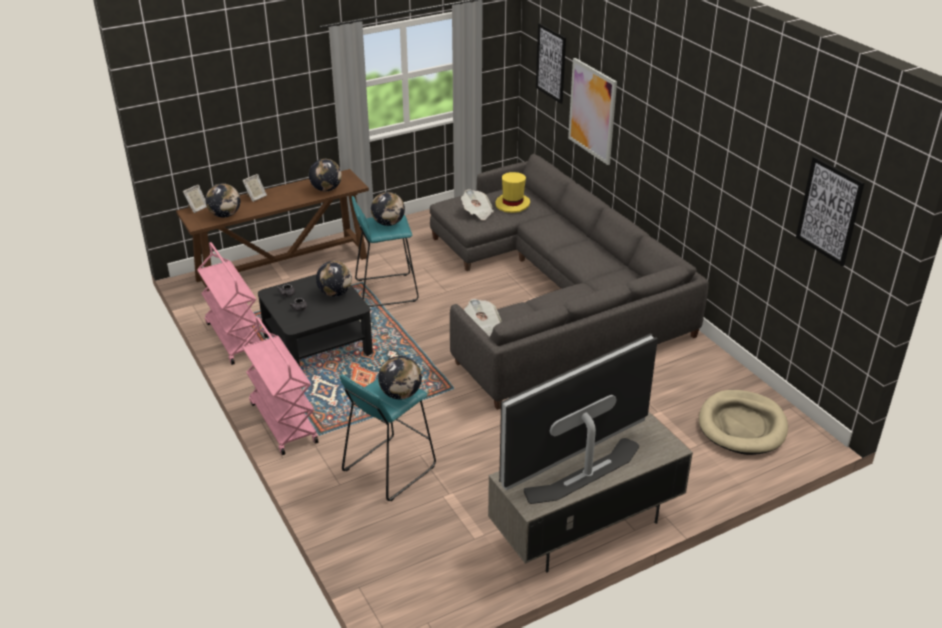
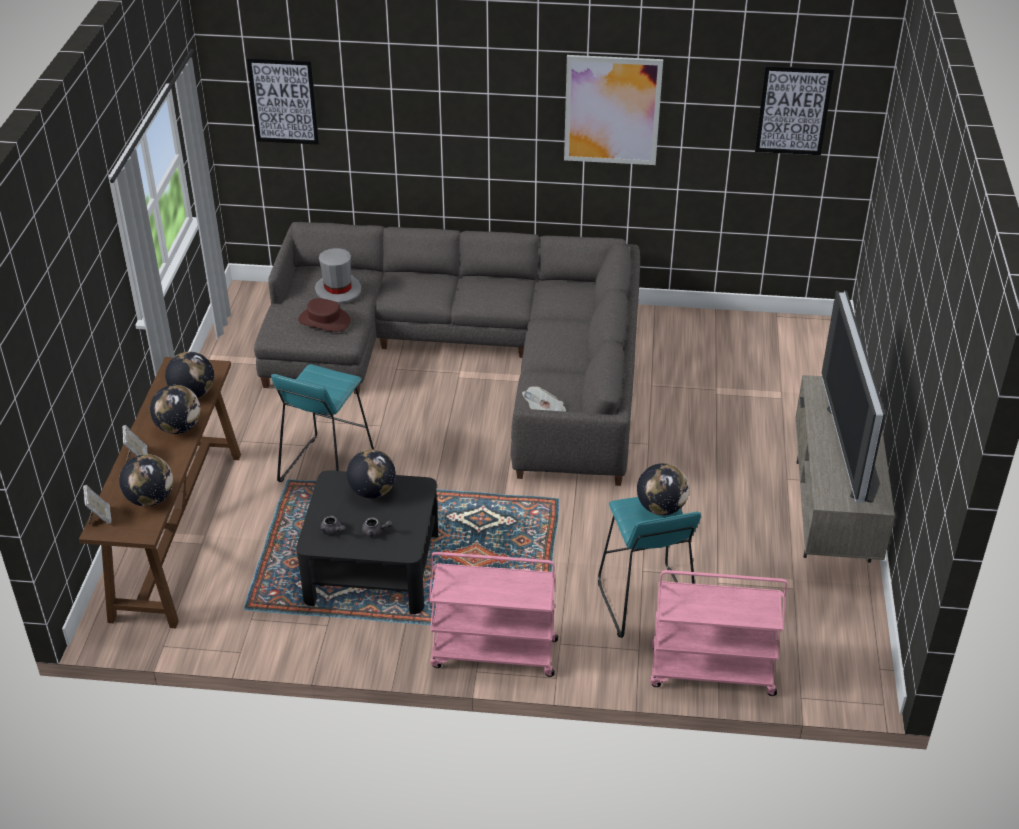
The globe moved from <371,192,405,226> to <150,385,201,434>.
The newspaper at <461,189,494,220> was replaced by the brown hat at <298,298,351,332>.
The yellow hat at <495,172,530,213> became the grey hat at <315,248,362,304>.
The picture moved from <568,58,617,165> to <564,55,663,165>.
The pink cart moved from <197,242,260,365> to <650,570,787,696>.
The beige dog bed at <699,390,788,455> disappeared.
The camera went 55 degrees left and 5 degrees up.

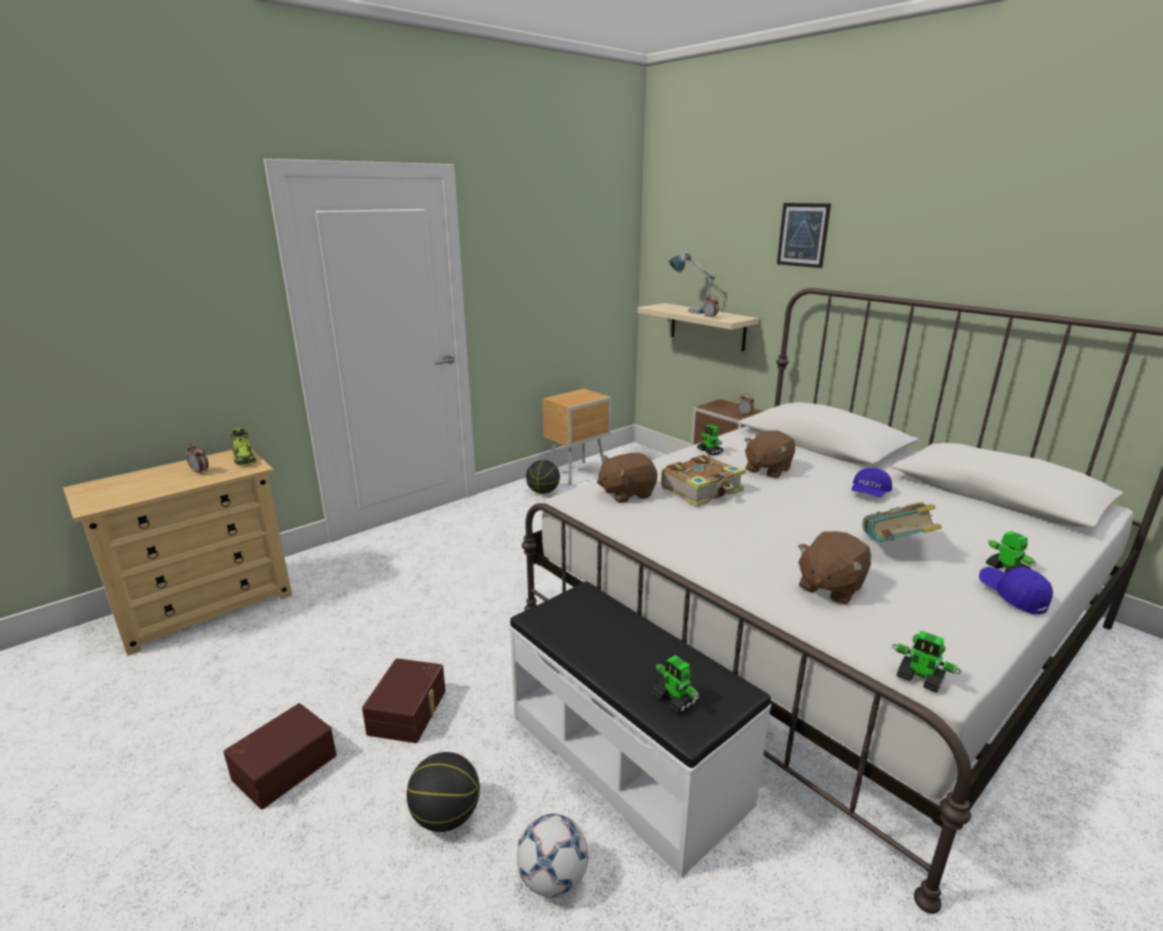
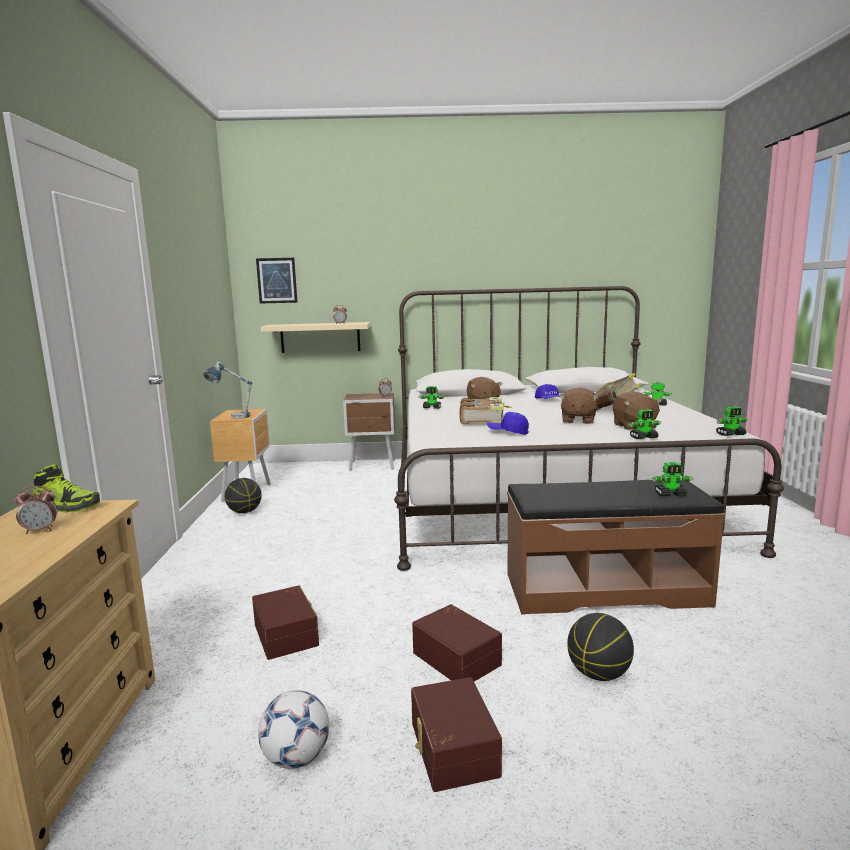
The table lamp moved from <669,251,715,314> to <203,362,253,419>.
The brown storage box at <252,585,319,660> appeared.
The picture moved from <777,203,831,268> to <256,258,298,304>.
The football moved from <517,814,588,898> to <258,690,329,769>.
The blue cap moved from <979,567,1053,615> to <487,412,529,435>.
The white bench at <509,581,771,878> became the brown bench at <507,480,725,615>.
The brown plush toy moved from <597,453,657,503> to <559,387,599,424>.
The toy robot at <629,409,661,439> appeared.
The camera went 50 degrees left and 10 degrees down.

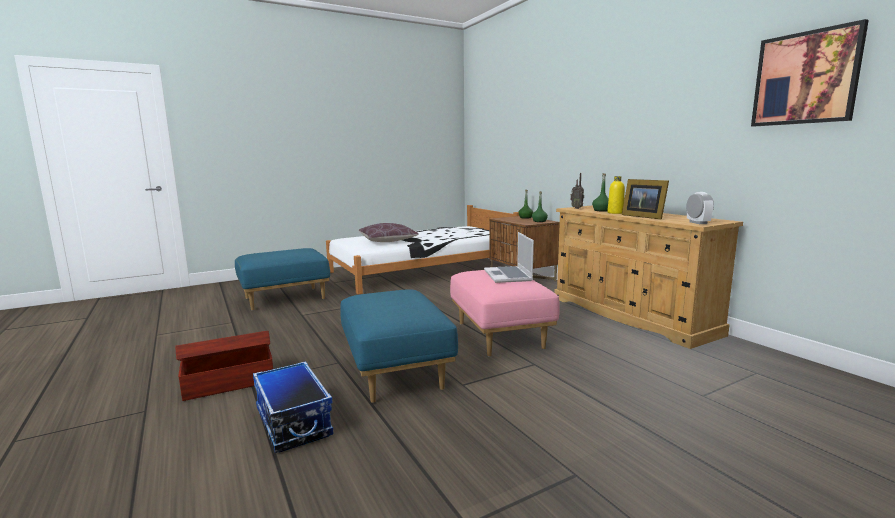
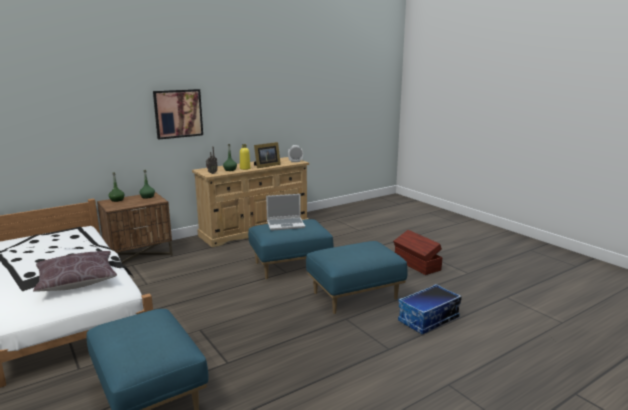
The picture moved from <751,19,869,126> to <153,89,203,140>.
The pink ottoman at <450,270,560,357> became the blue ottoman at <248,219,334,279>.
The brown storage box moved from <175,331,273,401> to <393,230,443,275>.
The camera went 95 degrees left and 5 degrees up.

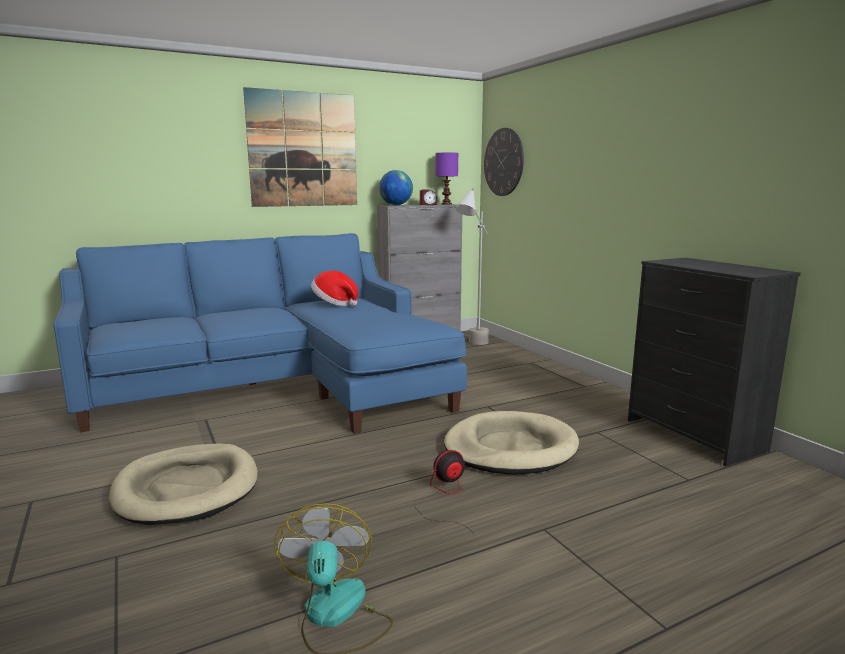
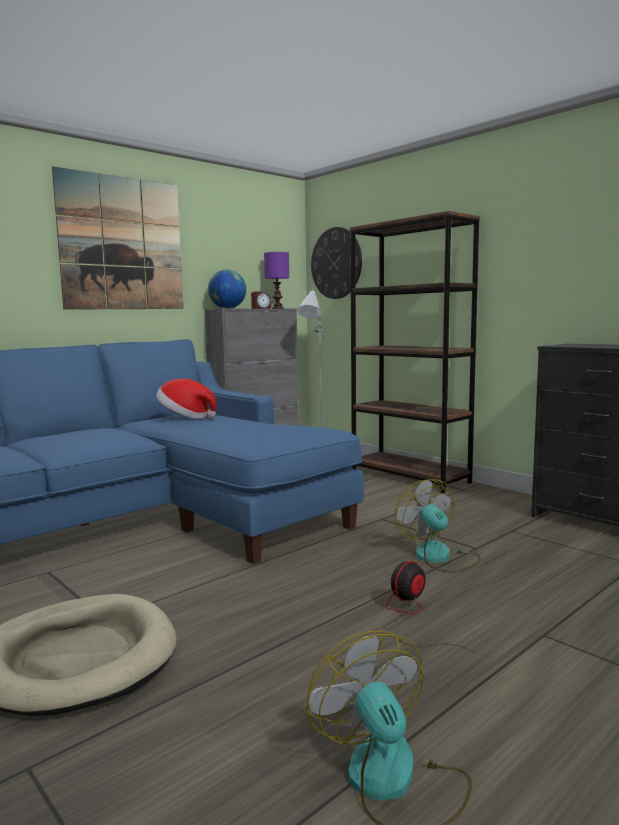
The brown bookcase at <350,211,480,493> appeared.
The beige dog bed at <444,411,579,475> was replaced by the fan at <395,479,481,572>.
The camera went 15 degrees left and 5 degrees down.

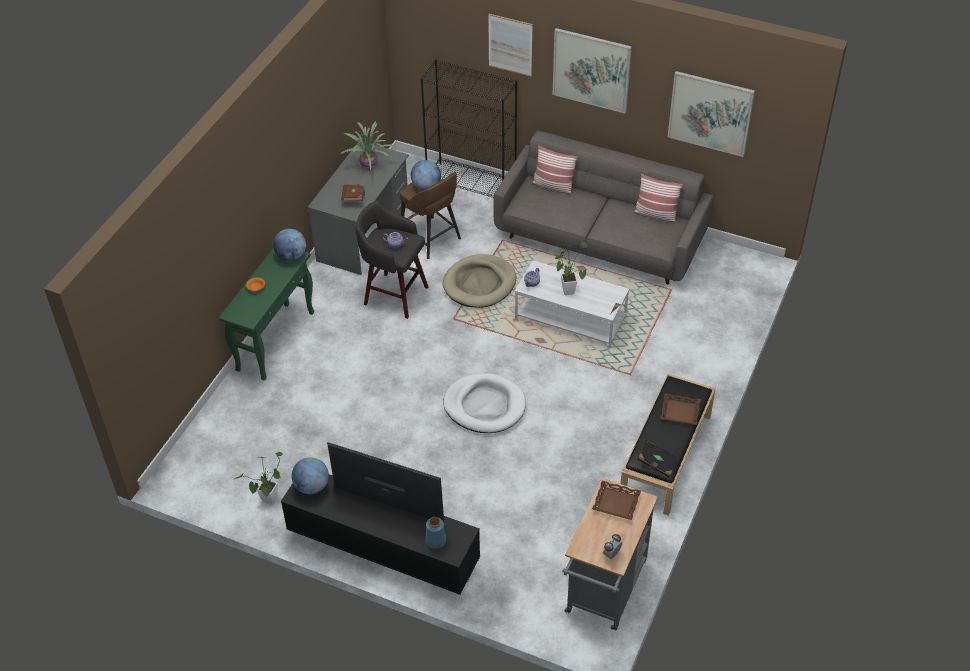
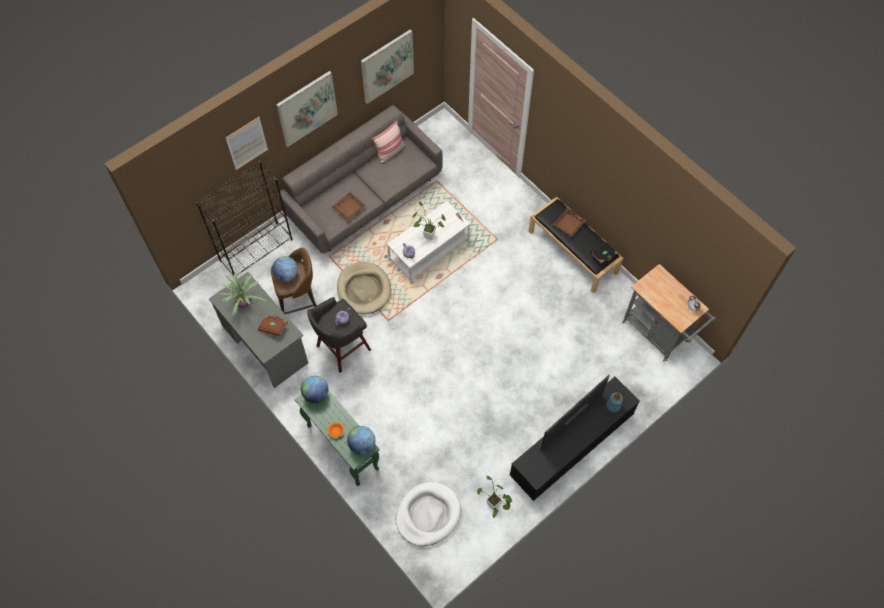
The brown tray moved from <592,481,641,520> to <332,192,366,220>.
The globe moved from <292,457,329,494> to <347,426,375,454>.
The white dog bed moved from <443,373,526,433> to <395,482,461,546>.
The pillow at <532,145,578,195> disappeared.
The camera went 65 degrees left and 15 degrees up.

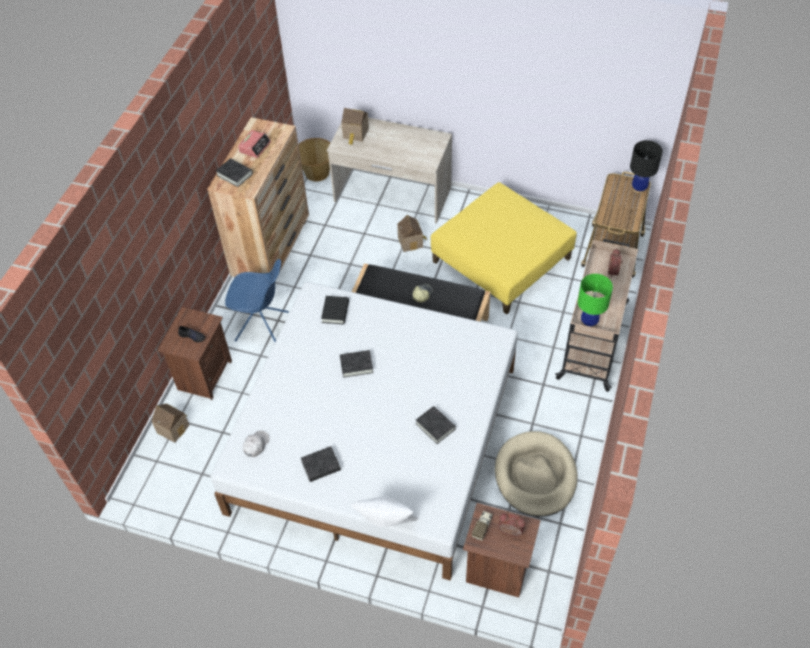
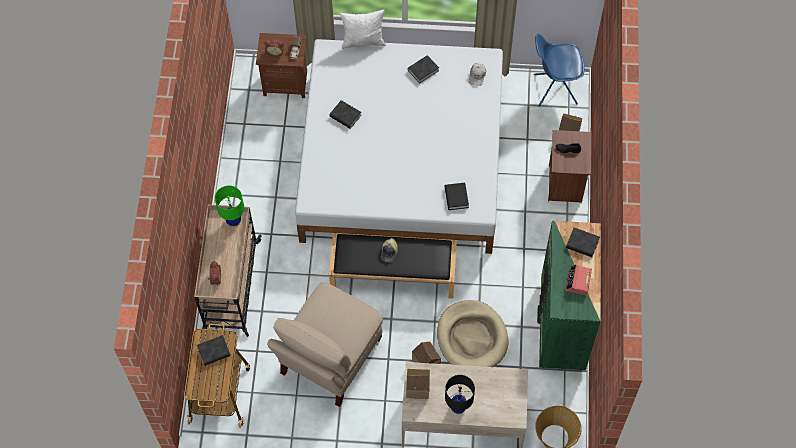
The black book moved from <340,350,373,378> to <197,335,231,366>.
The yellow ottoman at <431,182,577,314> was replaced by the beige chair at <267,282,383,407>.
The toy house moved from <341,108,369,145> to <406,369,430,399>.
The beige dog bed moved from <495,431,578,517> to <437,300,508,367>.
The black table lamp moved from <630,140,663,193> to <445,375,475,414>.
The blue chair moved from <225,259,289,342> to <534,34,585,107>.
The brown dresser at <207,117,309,278> became the green dresser at <537,221,601,370>.
The camera went 165 degrees right and 10 degrees up.

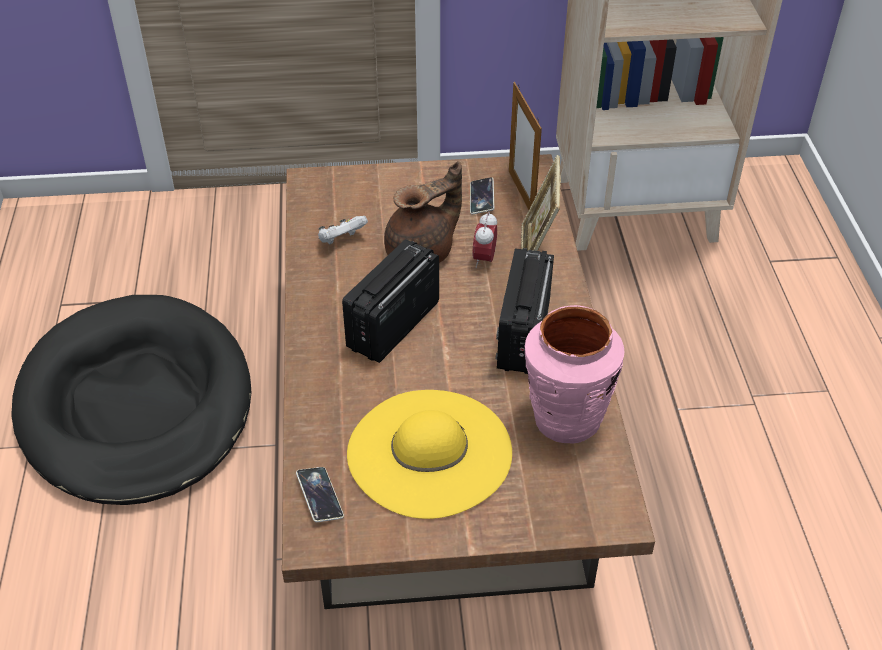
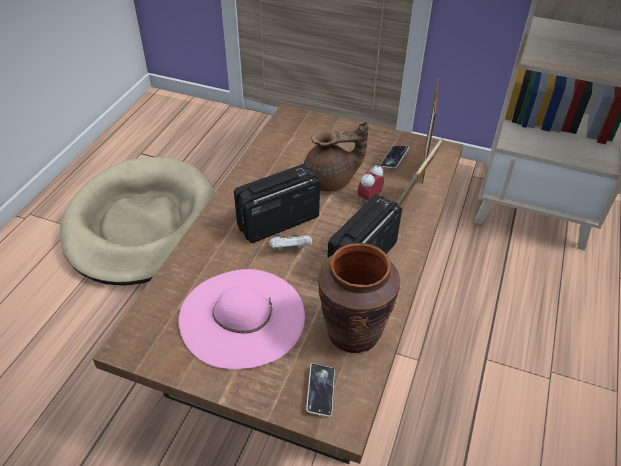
The black dog bed at <11,295,251,505> became the beige dog bed at <60,157,215,286>.
The yellow hat at <347,390,512,519> became the pink hat at <179,269,305,369>.
The white game controller moved from <318,216,368,244> to <269,234,312,251>.
The phone moved from <296,467,344,522> to <306,363,335,417>.
The pink vase at <525,305,624,443> became the brown vase at <318,243,400,353>.
The camera went 25 degrees right and 0 degrees up.

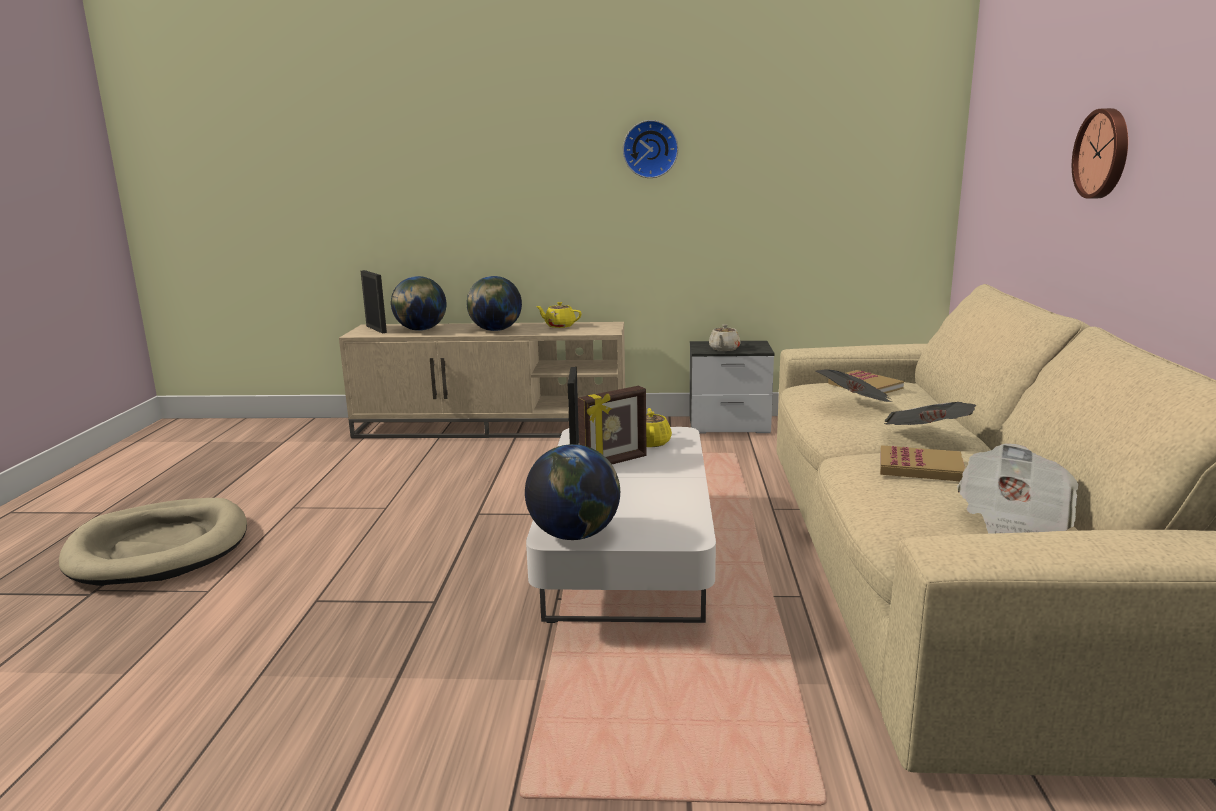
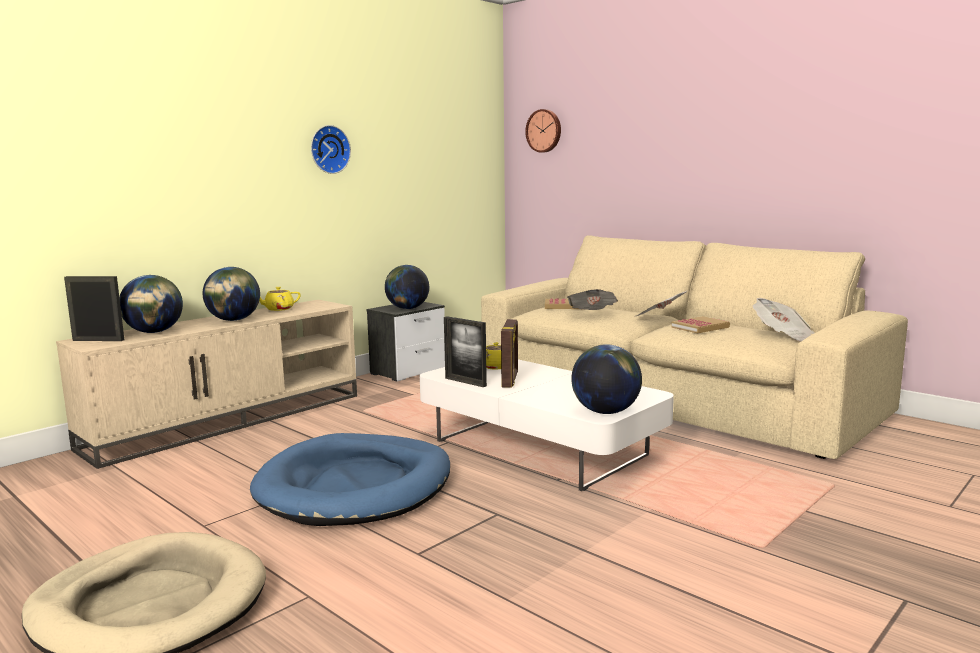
The blue dog bed at <250,433,450,526> appeared.
The beige teapot at <709,324,741,351> was replaced by the globe at <385,265,429,309>.
The wall clock moved from <1072,108,1128,199> to <525,109,561,153>.
The camera went 50 degrees left and 5 degrees down.

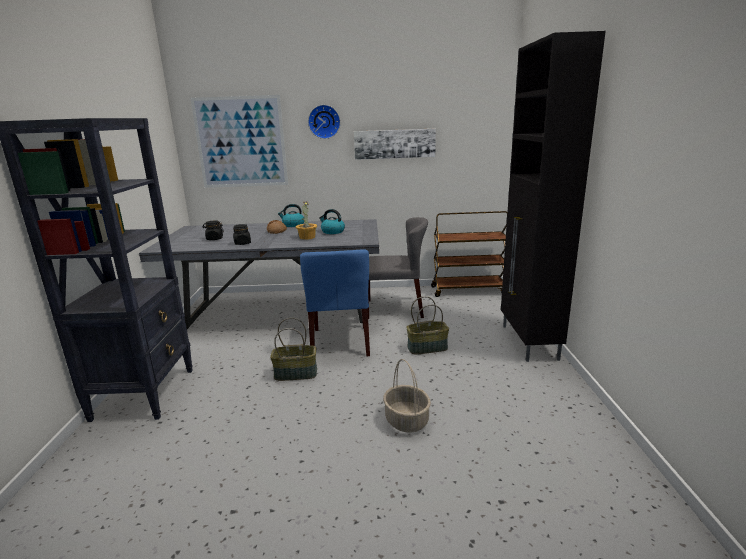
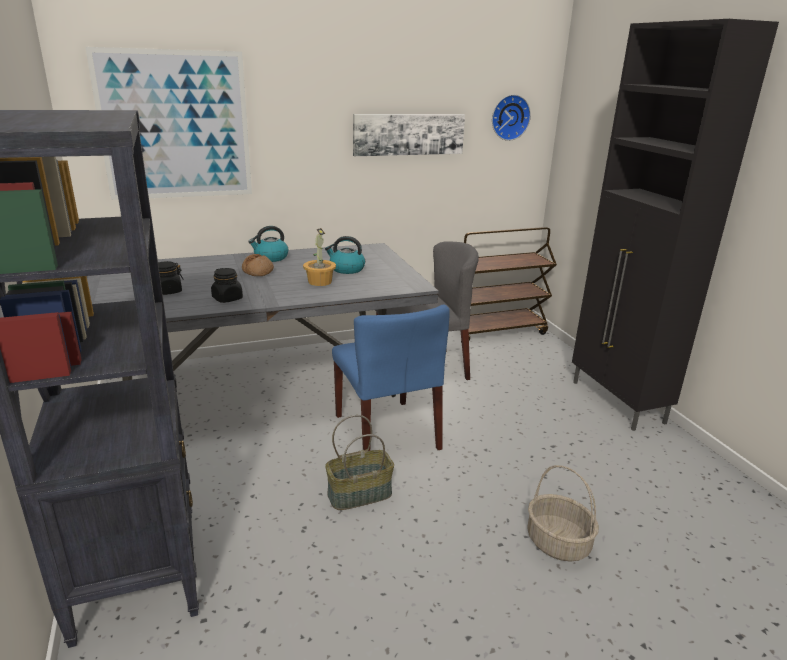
The wall clock moved from <308,105,340,139> to <492,94,531,141>.
The basket at <406,296,449,354> disappeared.
The camera went 20 degrees left and 5 degrees up.

